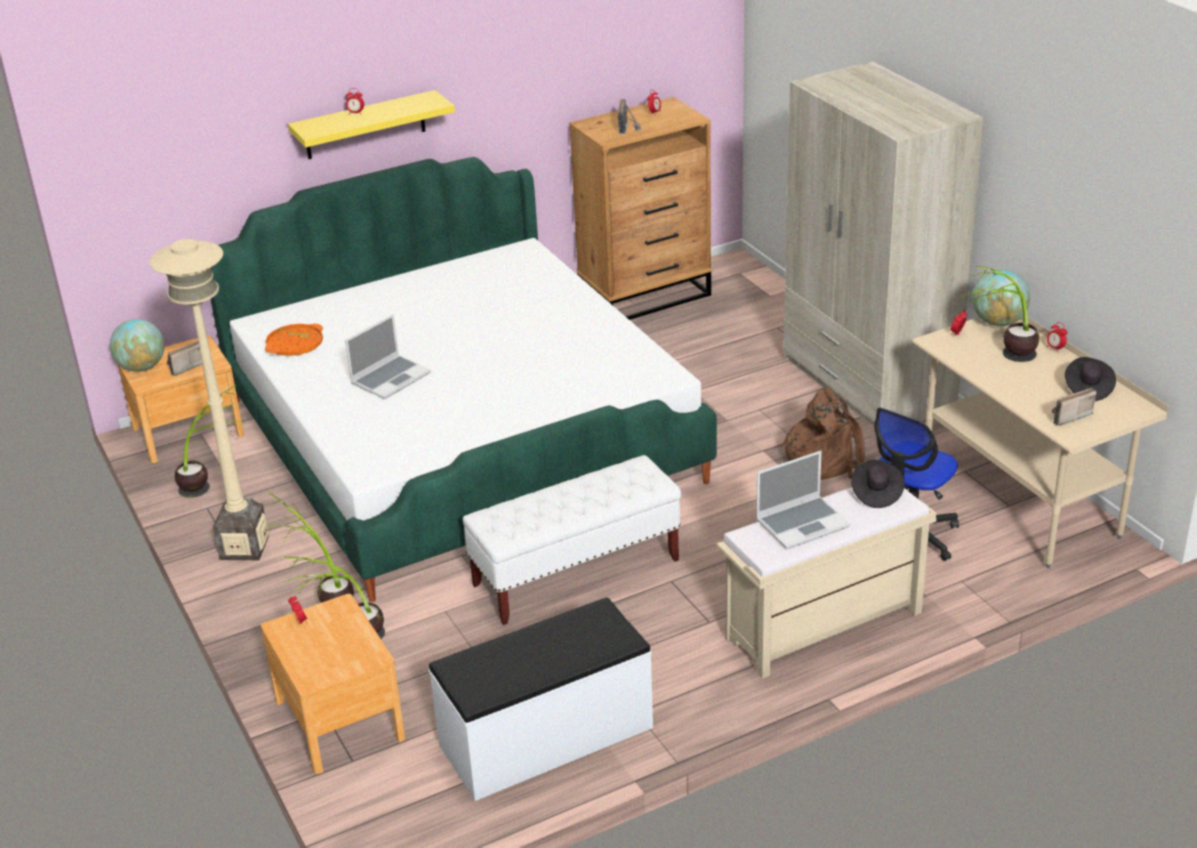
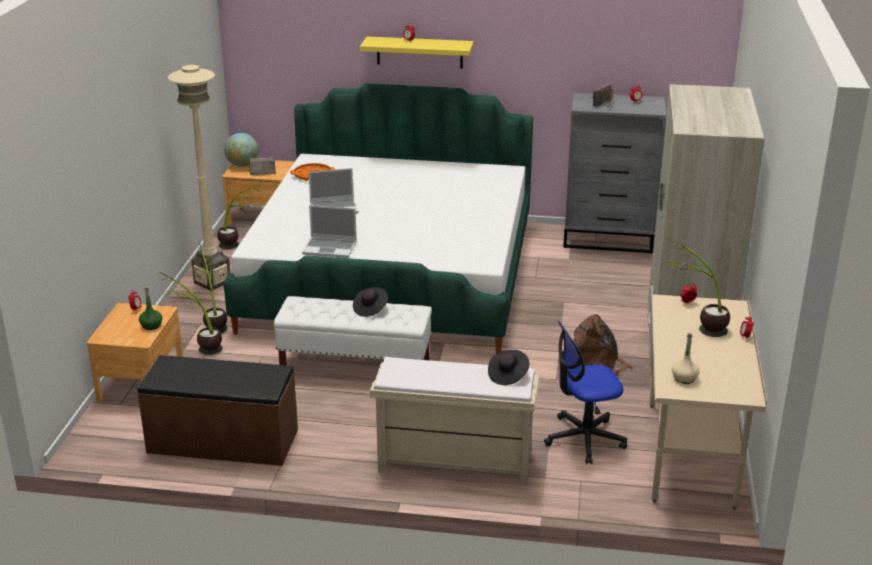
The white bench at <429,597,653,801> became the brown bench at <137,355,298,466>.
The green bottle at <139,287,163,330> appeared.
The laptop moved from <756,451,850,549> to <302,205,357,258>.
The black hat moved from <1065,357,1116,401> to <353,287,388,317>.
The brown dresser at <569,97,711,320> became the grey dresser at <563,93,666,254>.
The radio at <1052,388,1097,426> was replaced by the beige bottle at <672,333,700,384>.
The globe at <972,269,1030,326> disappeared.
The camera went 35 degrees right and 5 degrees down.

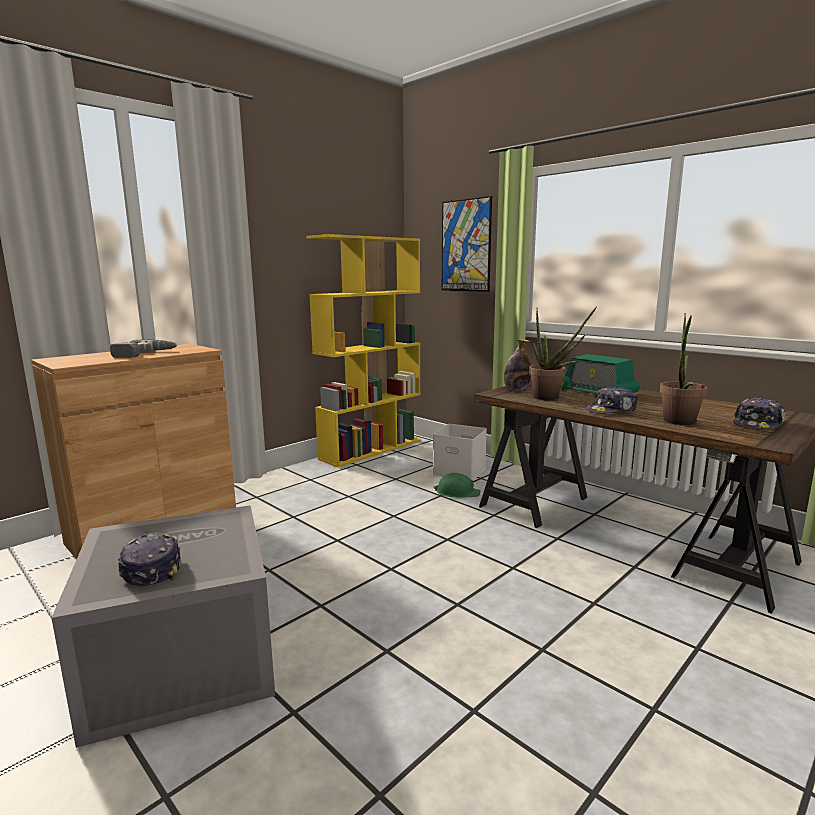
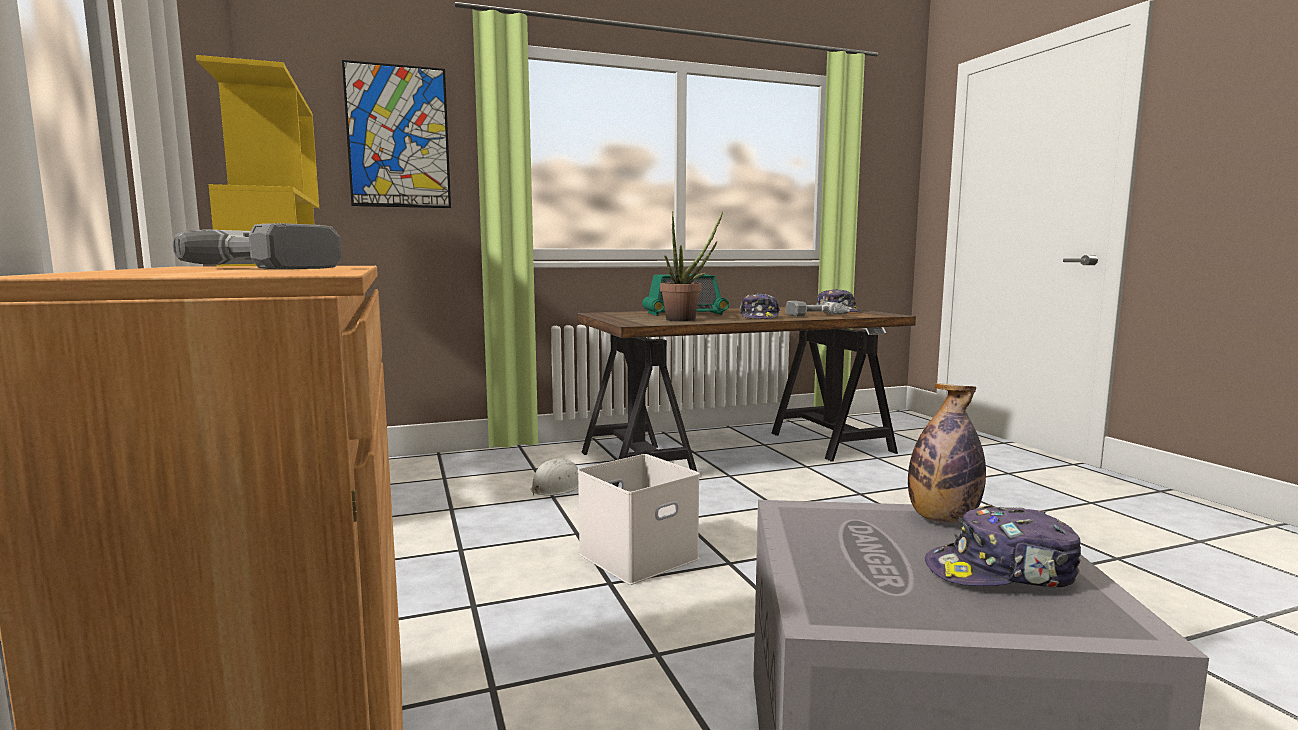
The green hard hat at <434,473,481,497> became the white hard hat at <531,459,578,496>.
The white storage box moved from <433,424,487,481> to <578,454,700,585>.
The potted plant at <660,313,707,425> was replaced by the power drill at <786,301,850,316>.
The bottle moved from <504,339,531,391> to <908,383,986,523>.
The camera went 65 degrees left and 5 degrees down.

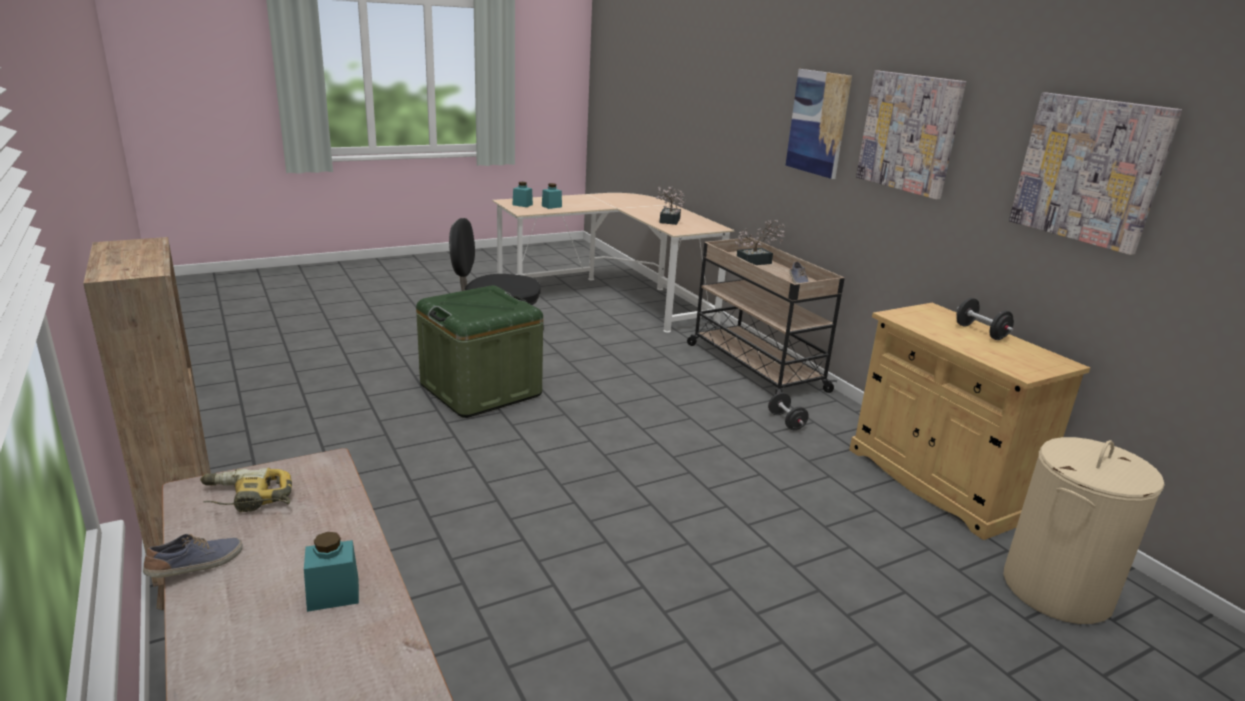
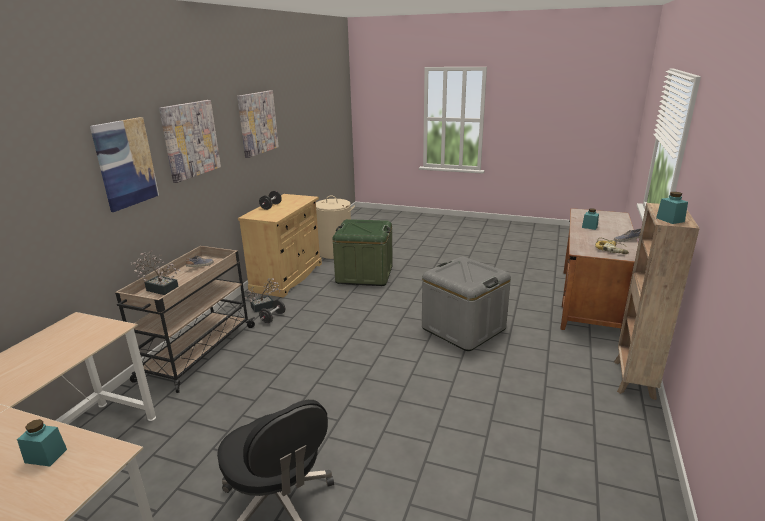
The potted plant moved from <656,186,687,225> to <245,278,280,312>.
The green storage box moved from <416,285,543,418> to <333,219,393,286>.
The grey storage box at <422,256,511,351> appeared.
The turquoise jar moved from <512,182,533,207> to <656,192,688,224>.
The camera went 130 degrees left and 0 degrees up.

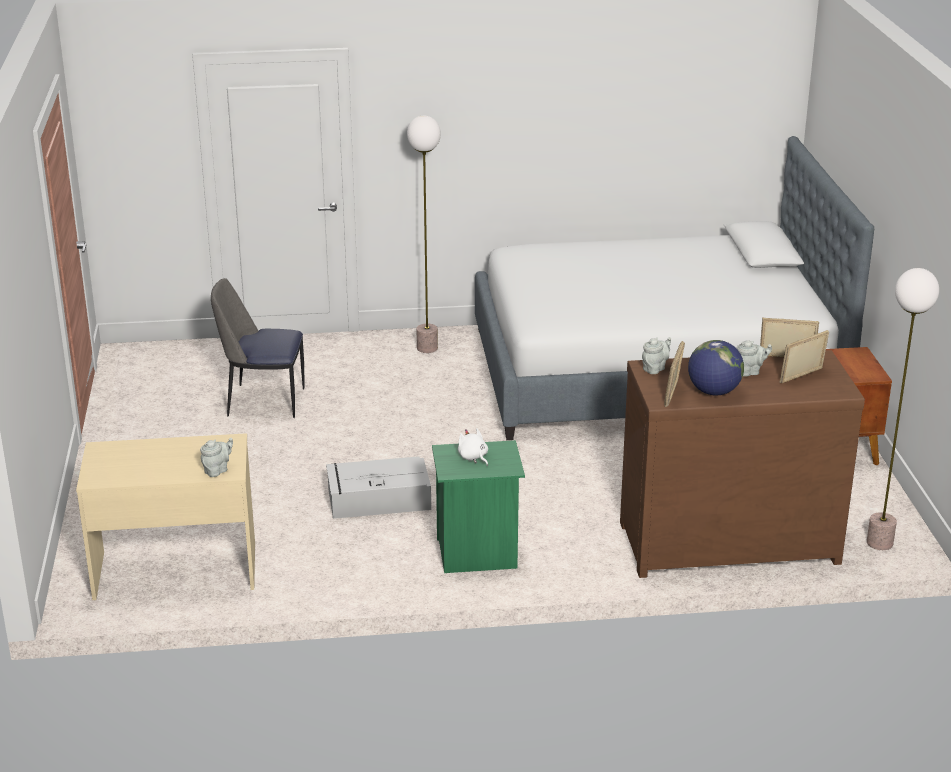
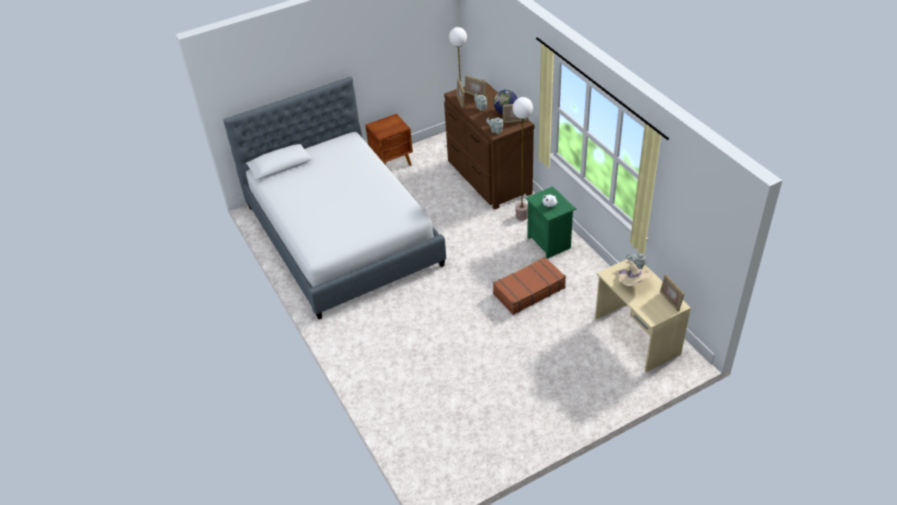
The grey storage box at <326,456,431,519> was replaced by the brown suitcase at <493,257,566,315>.
The floor lamp moved from <407,116,441,353> to <513,97,533,221>.
The beige hat at <615,260,653,286> appeared.
The picture frame at <660,274,684,312> appeared.
The chair at <211,278,304,418> disappeared.
The camera went 110 degrees left and 15 degrees up.

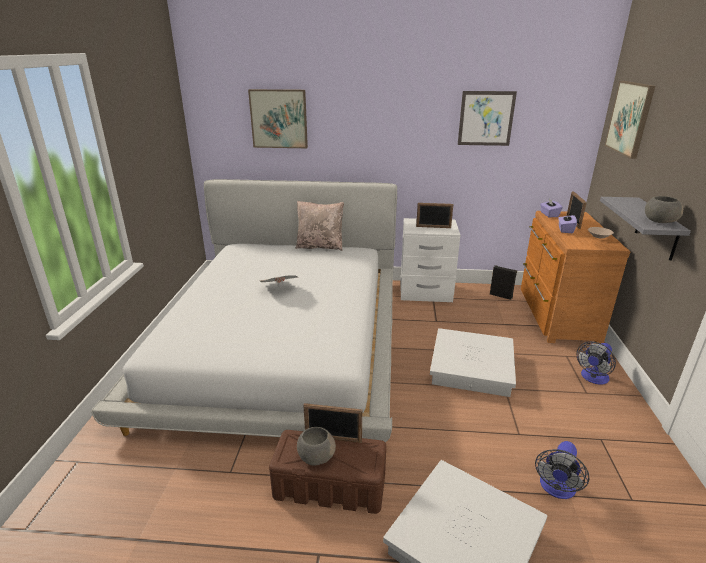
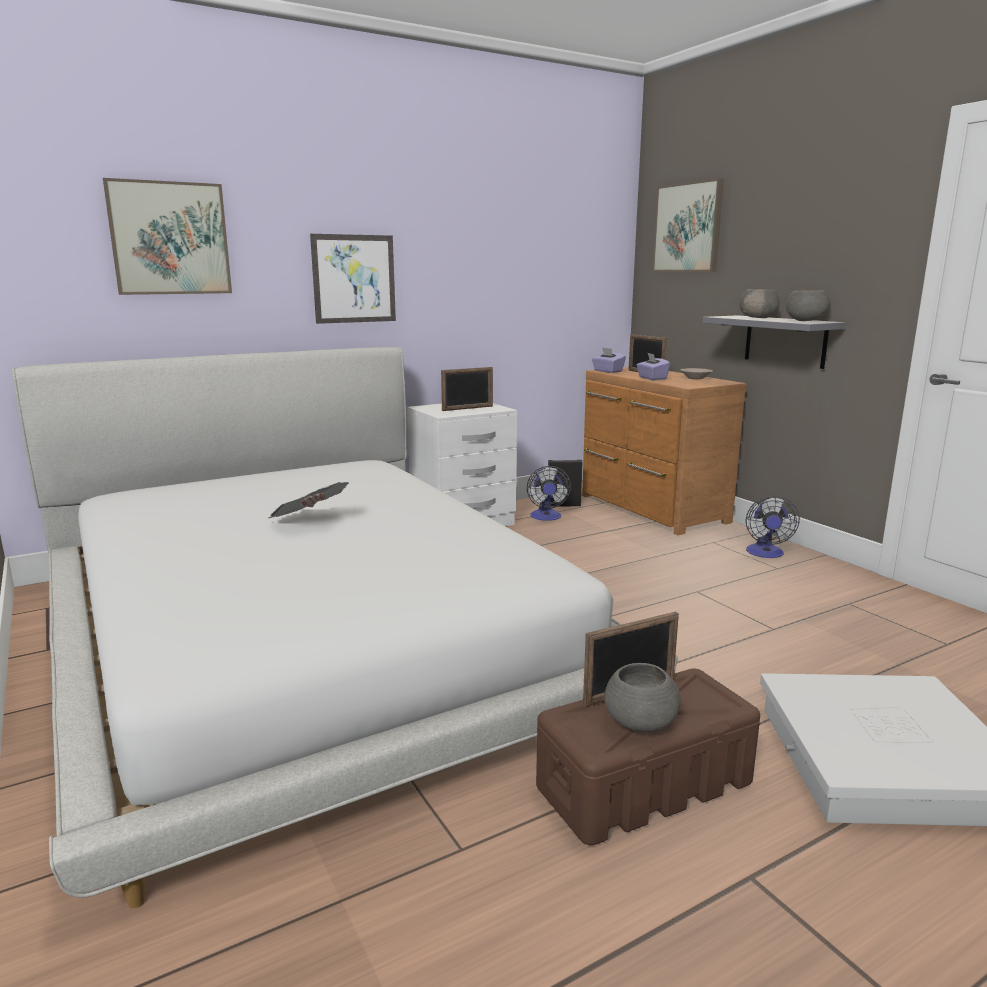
The picture moved from <458,91,517,146> to <310,234,396,324>.
The fan moved from <535,441,589,499> to <527,466,571,521>.
The grey bowl at <740,289,780,318> appeared.
The beige pillow at <295,201,344,251> disappeared.
The white storage box at <430,328,516,397> disappeared.
The camera went 35 degrees left and 10 degrees down.

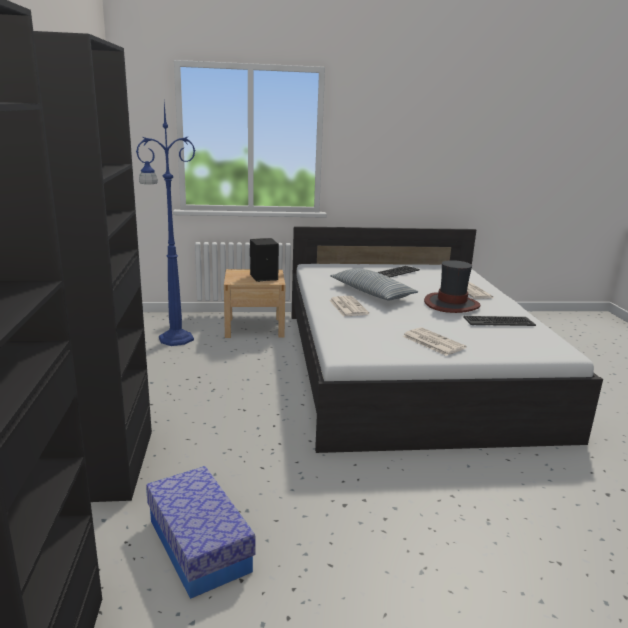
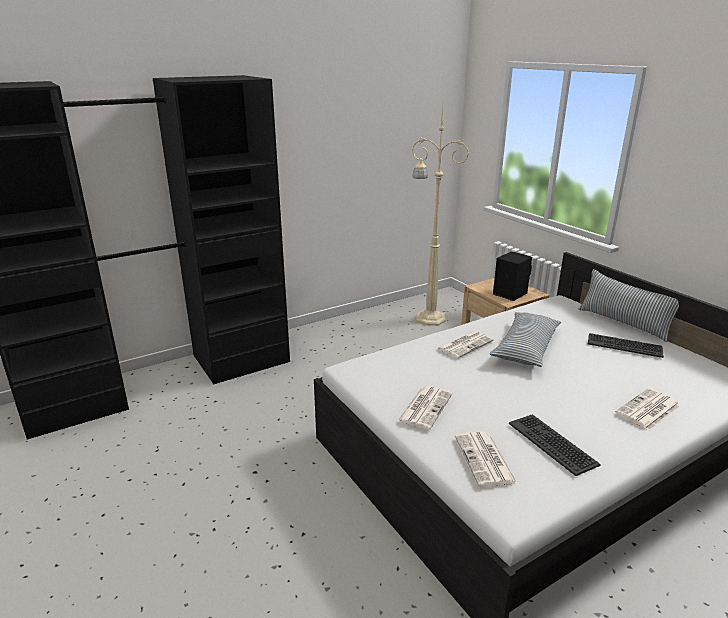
The blue floor lamp at <136,103,195,346> became the beige floor lamp at <412,106,469,326>.
The newspaper at <455,432,517,487> appeared.
The pillow at <579,269,679,342> appeared.
The storage box at <146,466,256,599> disappeared.
The hat at <424,260,481,313> disappeared.
The camera went 65 degrees right and 5 degrees up.

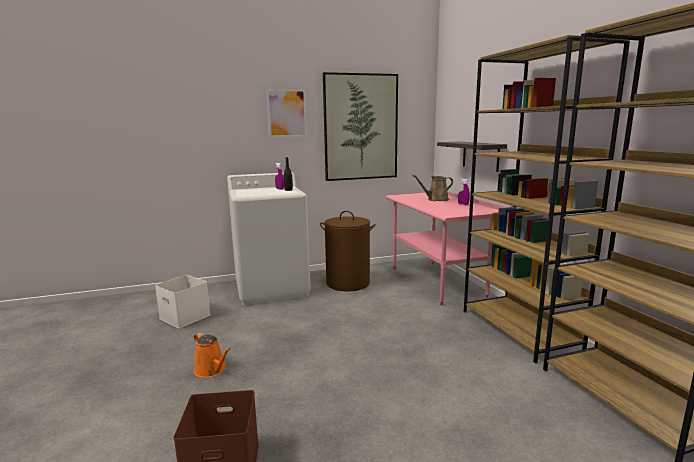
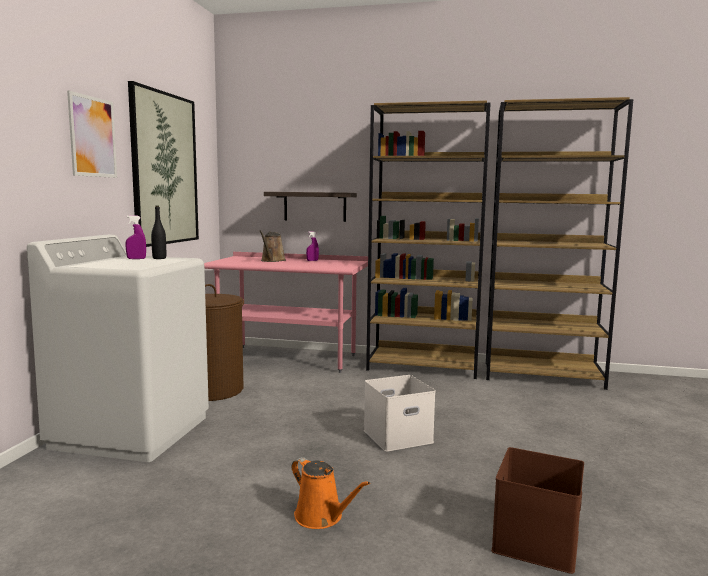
The orange watering can at <194,333,231,378> turned 60 degrees clockwise.
The white storage box moved from <155,275,210,328> to <364,375,436,452>.
The camera went 60 degrees left and 5 degrees down.

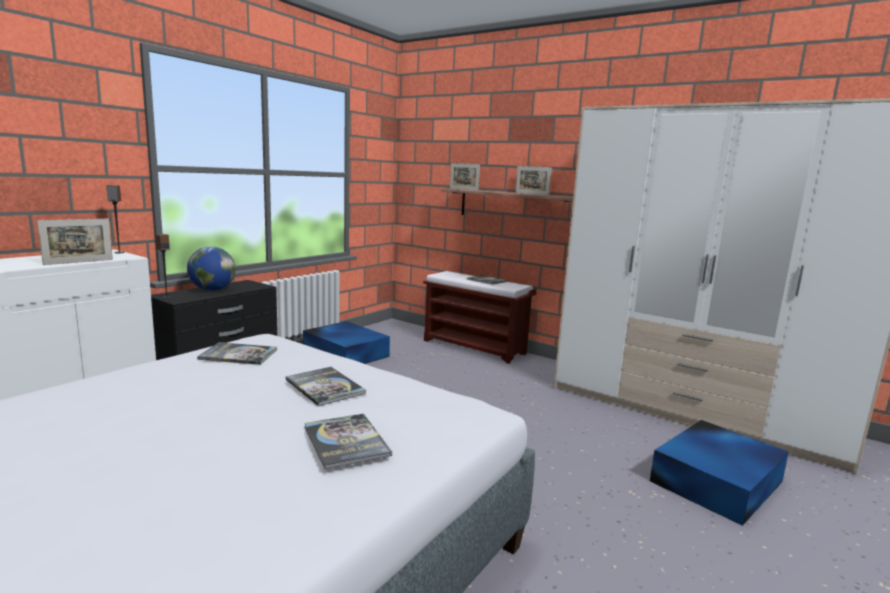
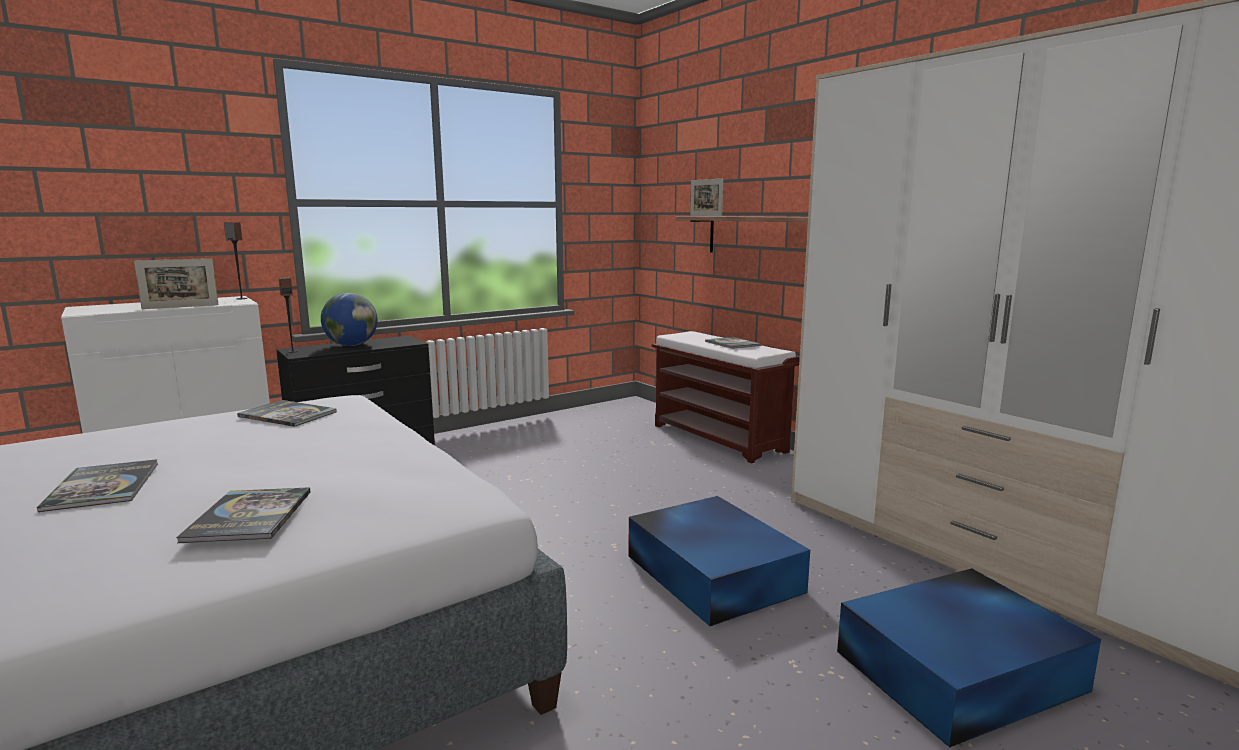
The book moved from <286,367,366,406> to <37,459,158,512>.
The blue storage box moved from <303,321,390,364> to <629,496,810,626>.
The picture frame at <515,166,552,195> disappeared.
The camera went 20 degrees right and 0 degrees up.

